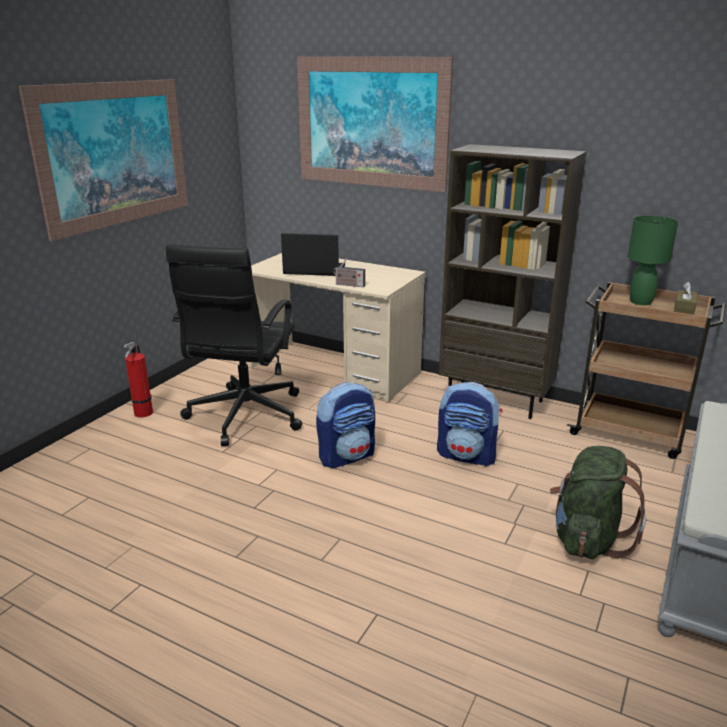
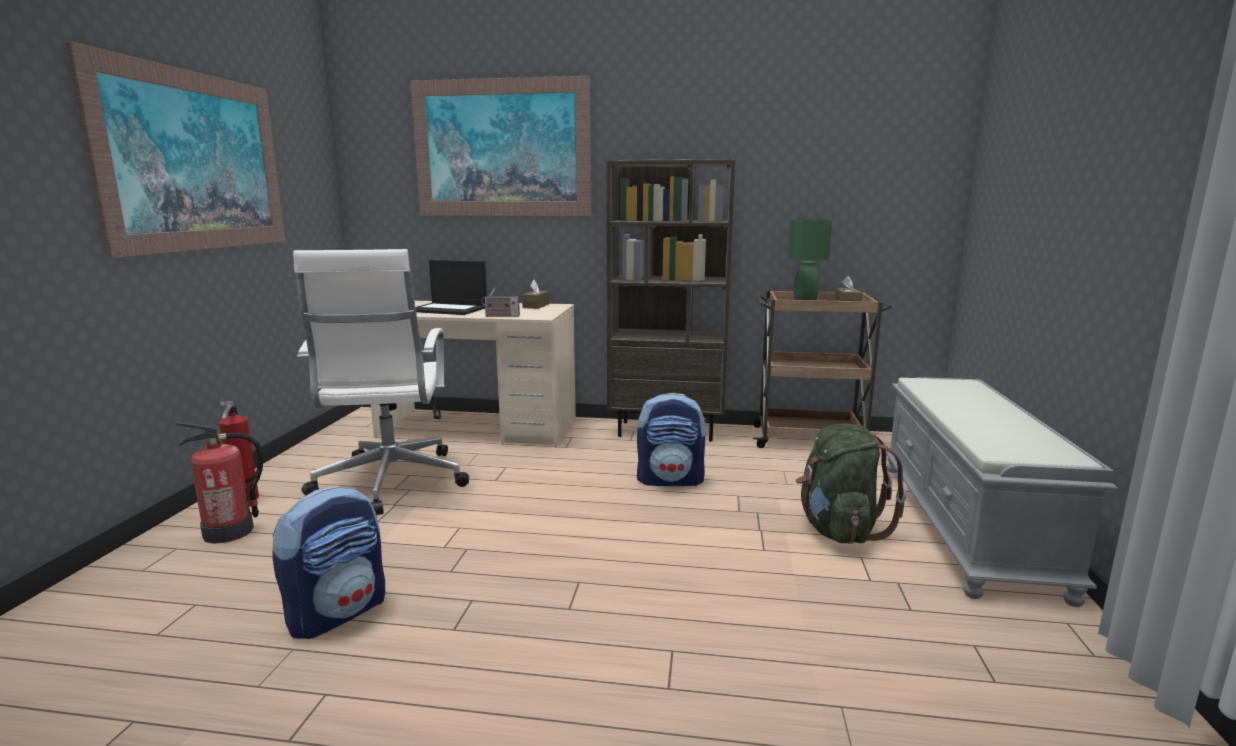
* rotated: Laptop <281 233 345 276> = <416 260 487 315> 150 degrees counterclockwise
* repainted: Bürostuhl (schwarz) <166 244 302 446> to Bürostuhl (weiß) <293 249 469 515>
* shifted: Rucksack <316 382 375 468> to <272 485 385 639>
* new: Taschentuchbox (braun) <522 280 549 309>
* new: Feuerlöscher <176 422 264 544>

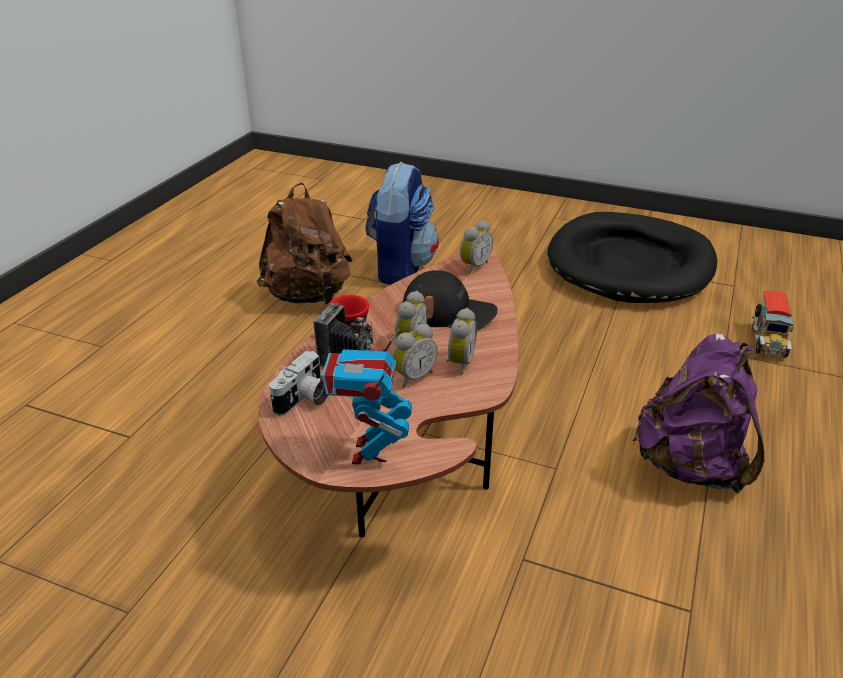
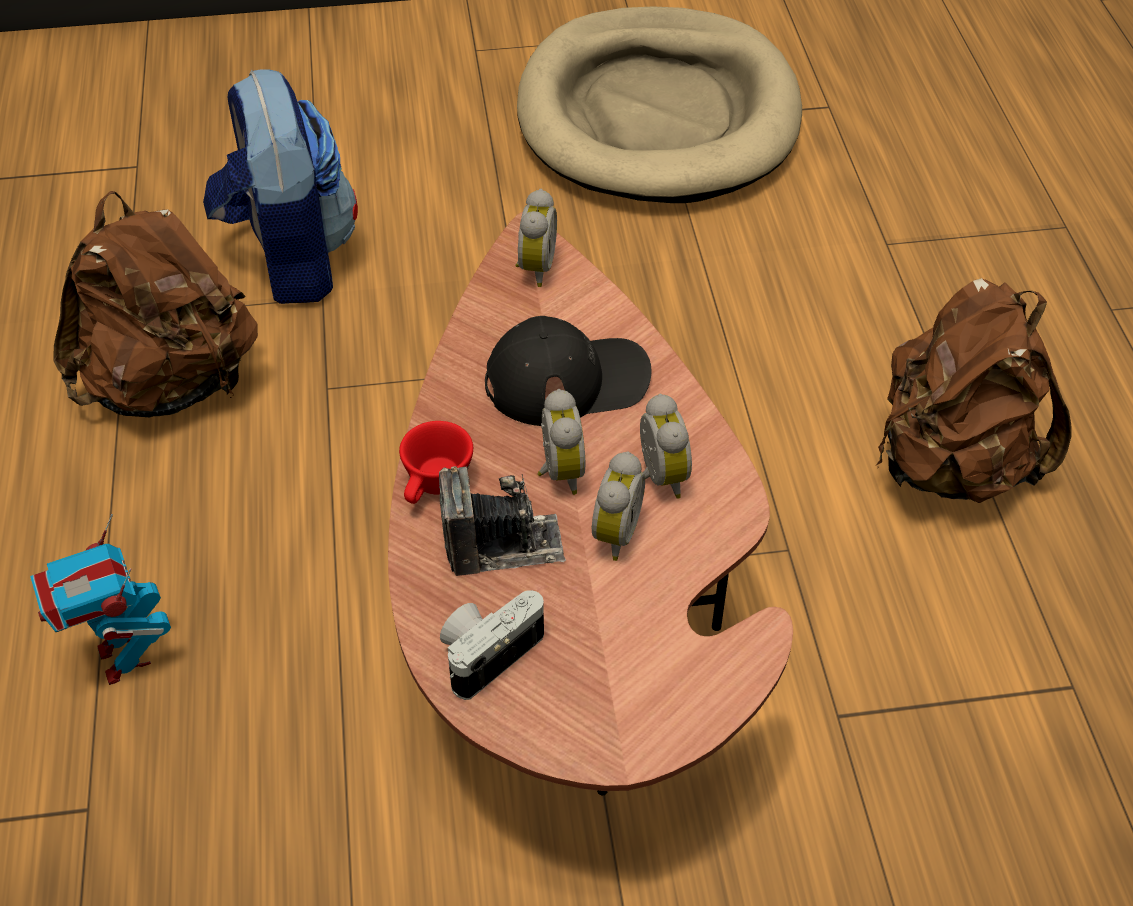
* repainted: Hundebett (schwarz) <547 212 717 303> to Hundebett (beige) <517 6 802 203>
* gone: Spielzeuglaster <751 290 794 358>
* shifted: Spielzeugroboter <320 329 412 464> to <30 514 171 685>
* repainted: Rucksack (lila) <633 334 764 493> to Rucksack (braun) <876 278 1072 503>
* rotated: Kamera <269 351 328 416> = <440 590 544 700> 135 degrees counterclockwise

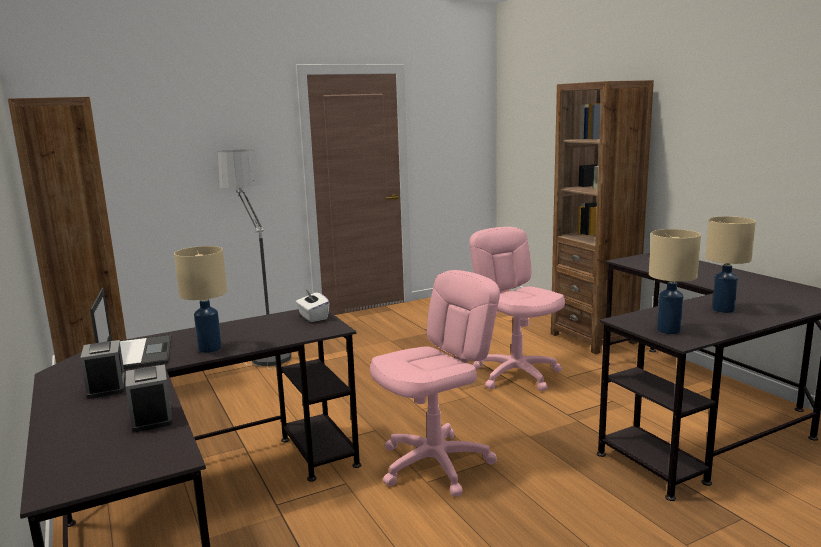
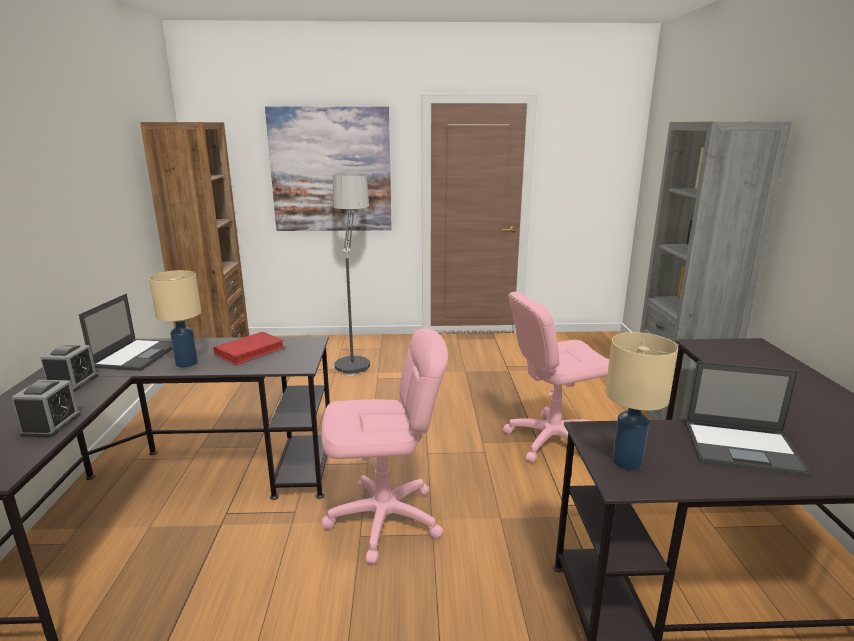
* repainted: Bücherregal (braun) <551 80 654 354> to Bücherregal (grau) <640 121 792 420>
* swapped: Tischlampe (beige) <705 216 756 313> to Laptop <685 361 810 477>
* rotated: Bürostuhl (rosa) <470 227 565 391> = <503 292 609 463> 105 degrees counterclockwise
* gone: Taschentuchbox (weiß) <296 290 330 322>
* new: Bild <265 106 392 231>
* new: Buch (rot) <214 332 286 365>

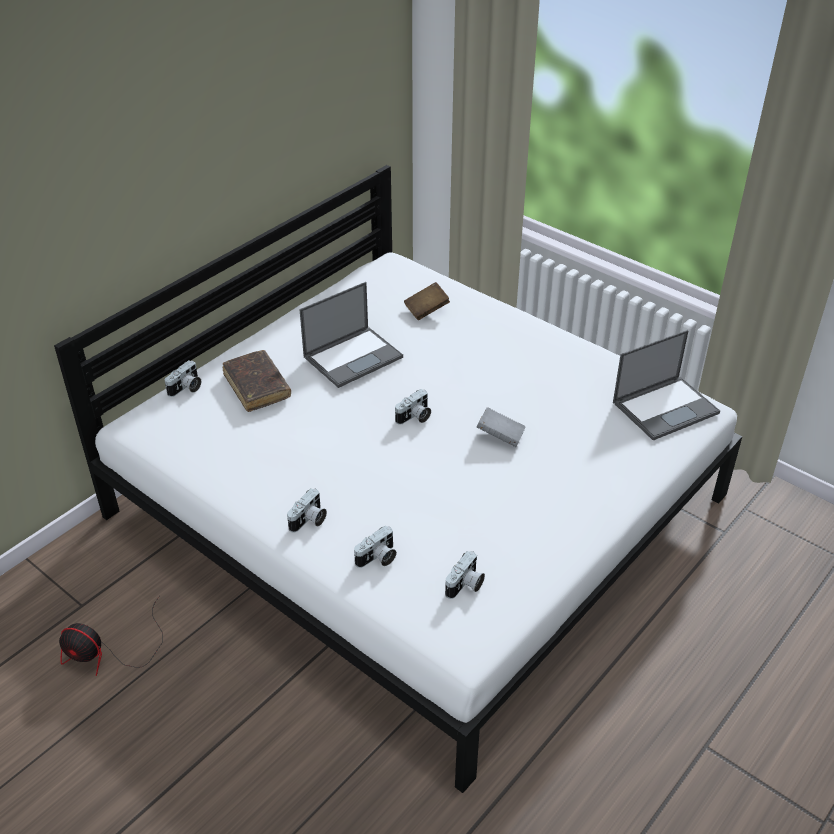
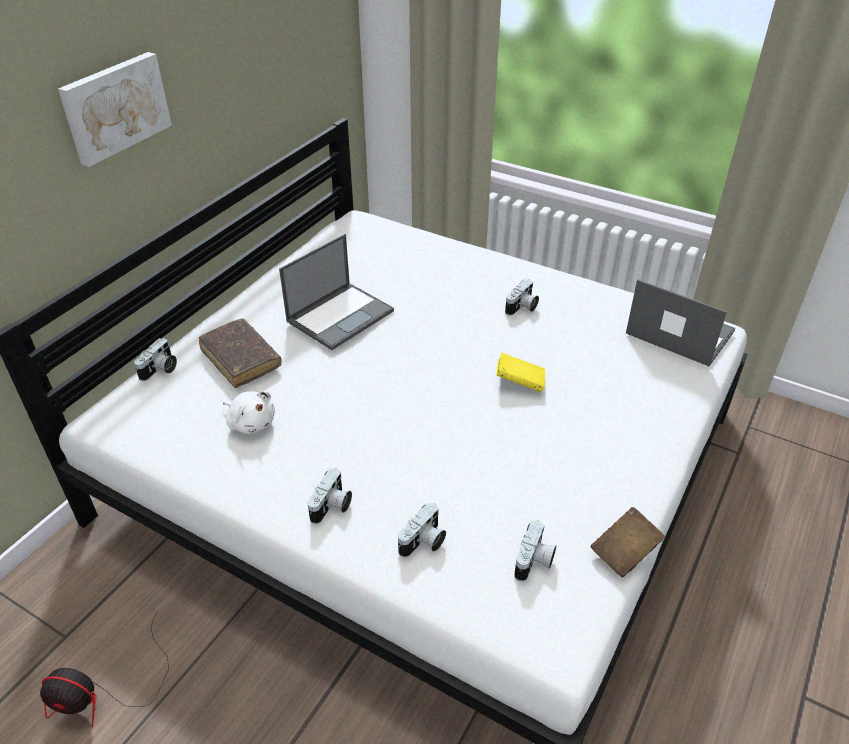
* shifted: Buch (braun) <404 282 450 320> to <591 507 665 578>
* rotated: Laptop <613 330 720 440> = <626 279 735 367> 105 degrees counterclockwise
* shifted: Kamera <395 389 431 425> to <505 279 539 316>
* repainted: Buch (grau) <477 407 526 447> to Buch (gelb) <496 353 545 392>
* new: Bild <58 52 172 167>
* new: Plüschtier (weiß) <223 390 275 434>

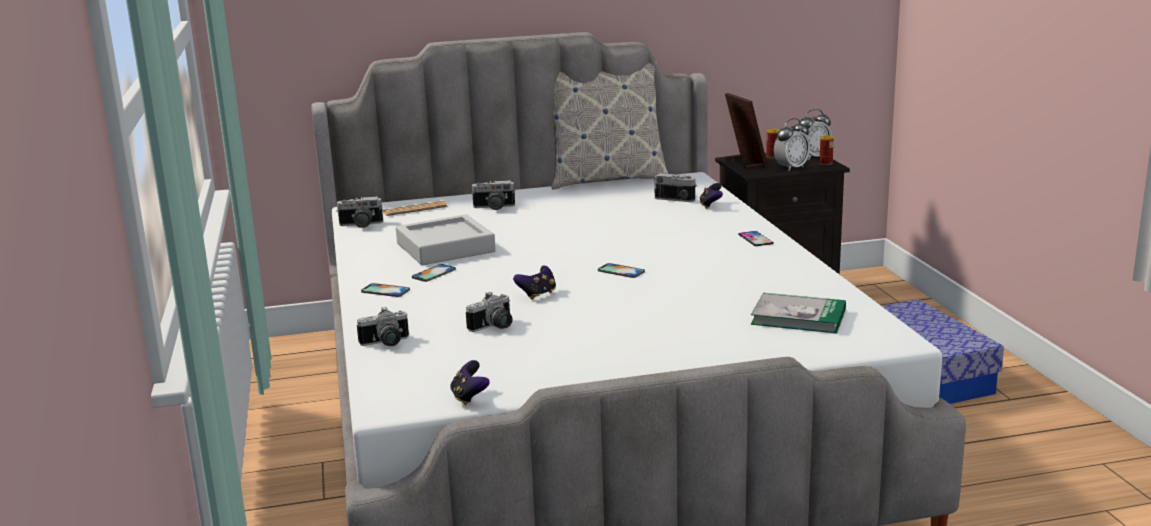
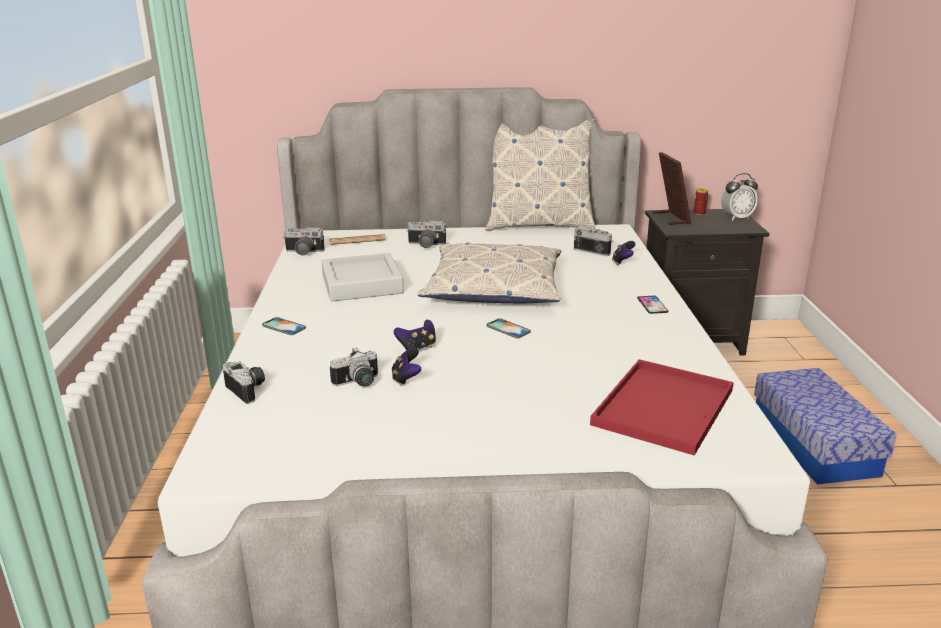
* gone: Wecker <774 118 810 171>
* gone: Dose <819 135 834 165>
* gone: Handy <412 264 456 282>
* swapped: Buch <751 293 846 333> to Tablett (rot) <590 359 734 456>
* rotated: Kamera <357 307 409 346> = <223 361 265 404> 120 degrees counterclockwise
* shifted: Gamepad <450 360 490 405> to <392 347 421 386>
* new: Kissen <417 242 561 303>

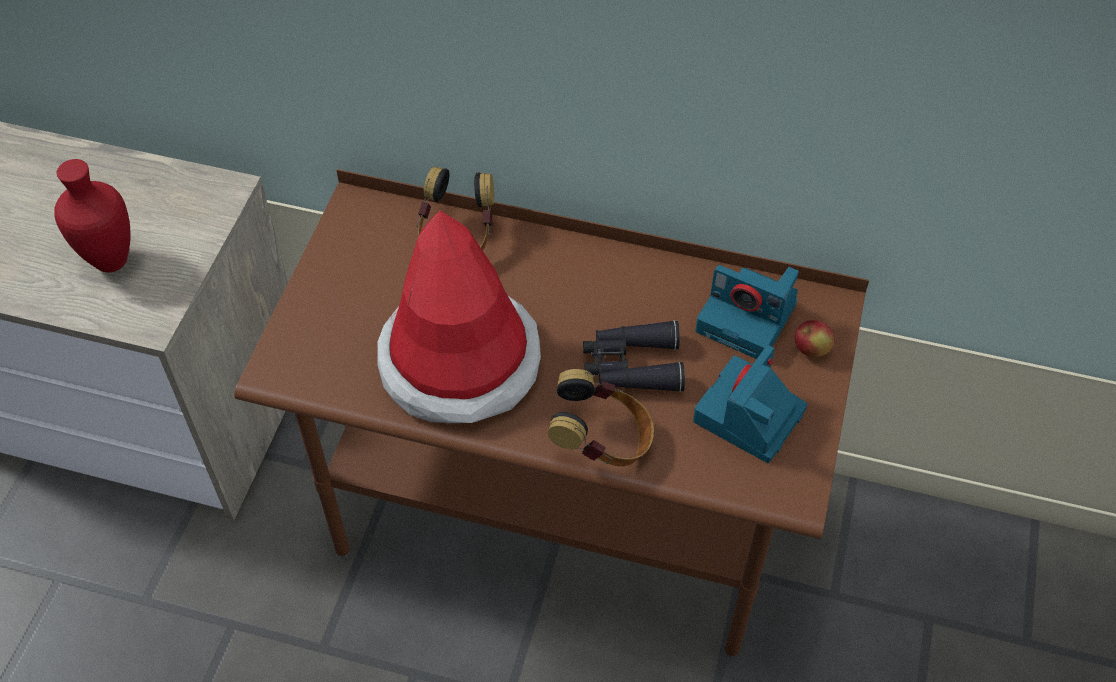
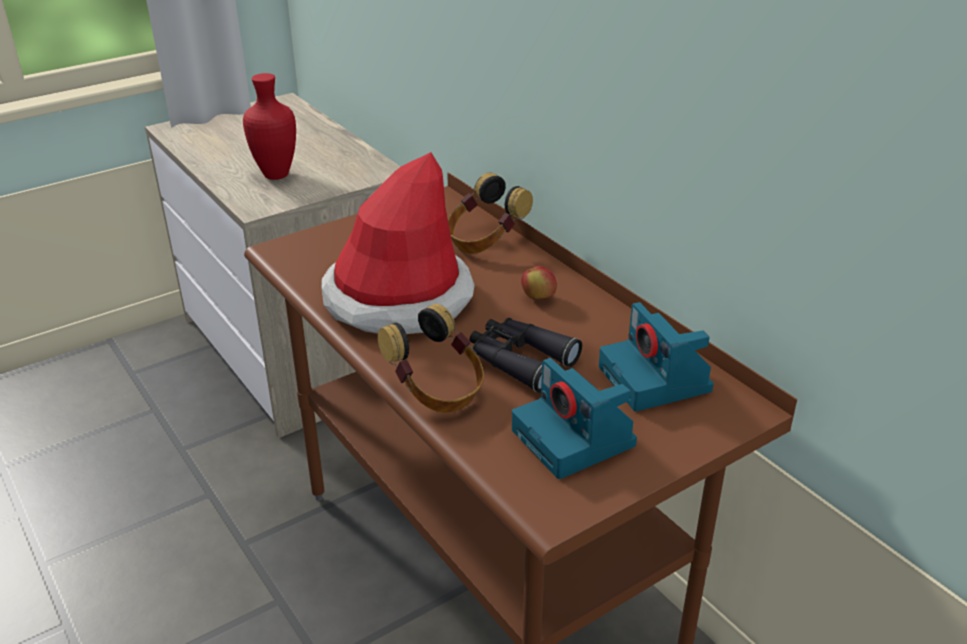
* shifted: Apfel <795 320 834 357> to <521 266 557 300>
* rotated: Kamera <693 345 807 463> = <512 358 637 479> 105 degrees counterclockwise

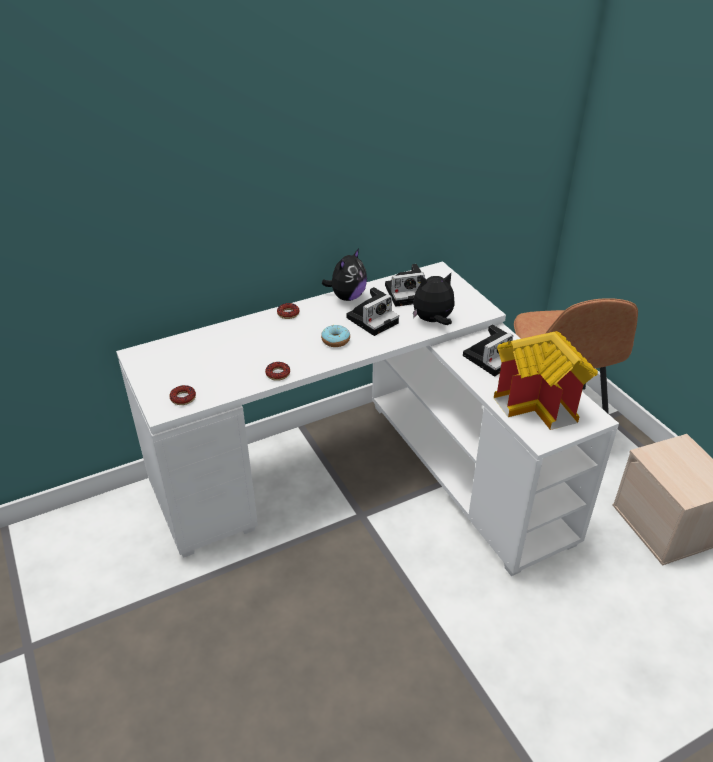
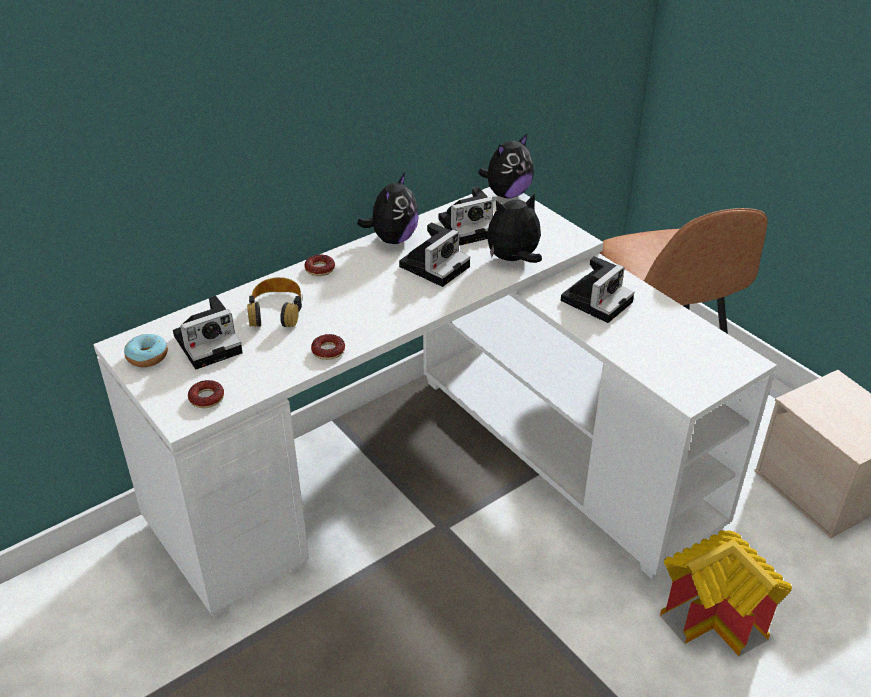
* shifted: Donut <321 325 350 347> to <124 334 168 367>
* shifted: Spielzeughaus <494 331 598 430> to <660 530 792 656>
* new: Plüschtier <478 133 534 198>
* new: Kopfhörer <247 277 303 327>
* new: Kamera <173 296 243 369>

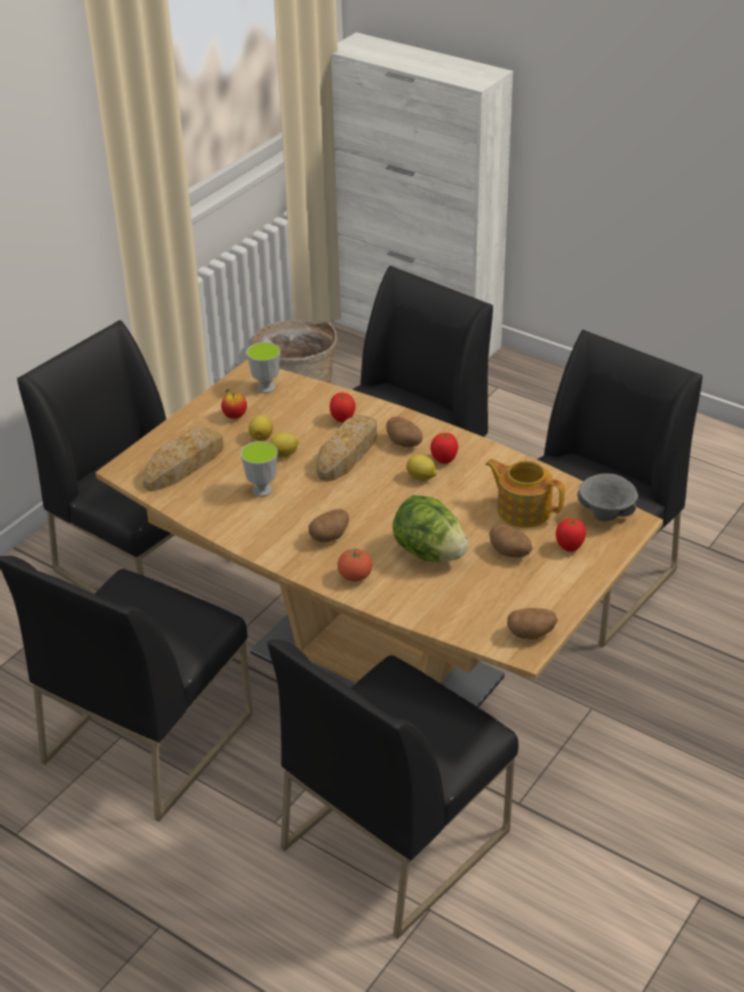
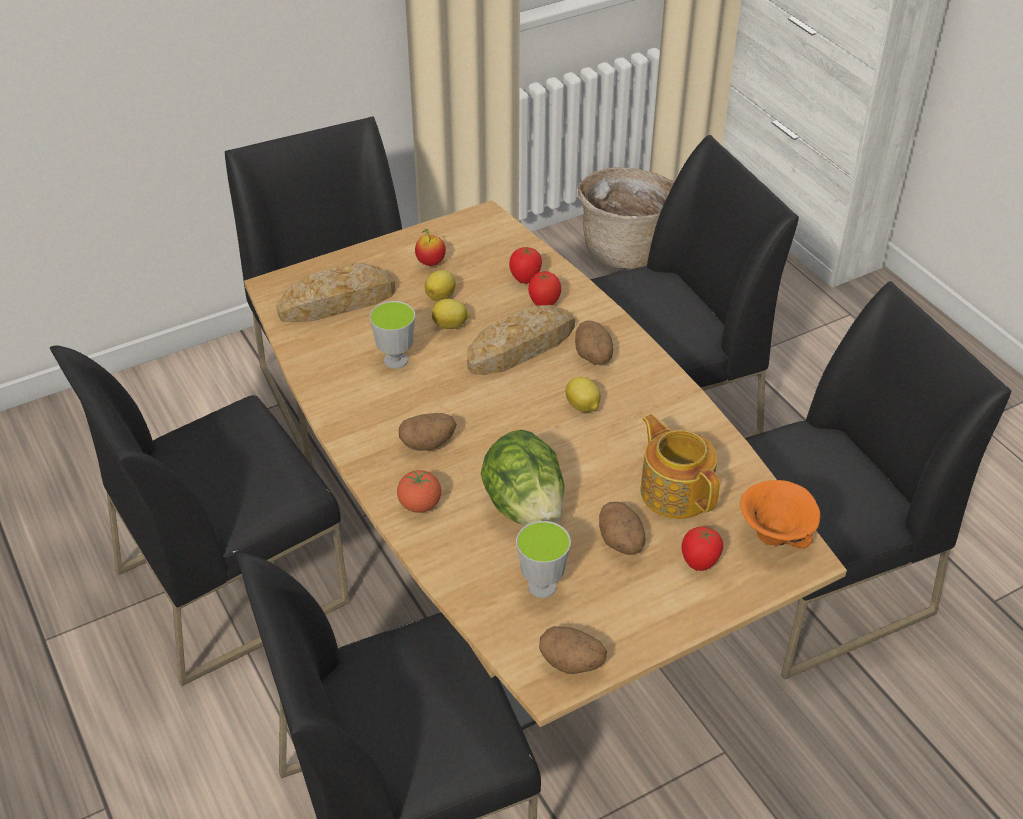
* shifted: Tasse <247 342 280 393> to <516 521 571 598>
* shifted: Tomate <430 433 458 464> to <509 247 542 284>
* repainted: Schüssel (grau) <577 474 638 521> to Schüssel (orange) <740 480 820 548>

